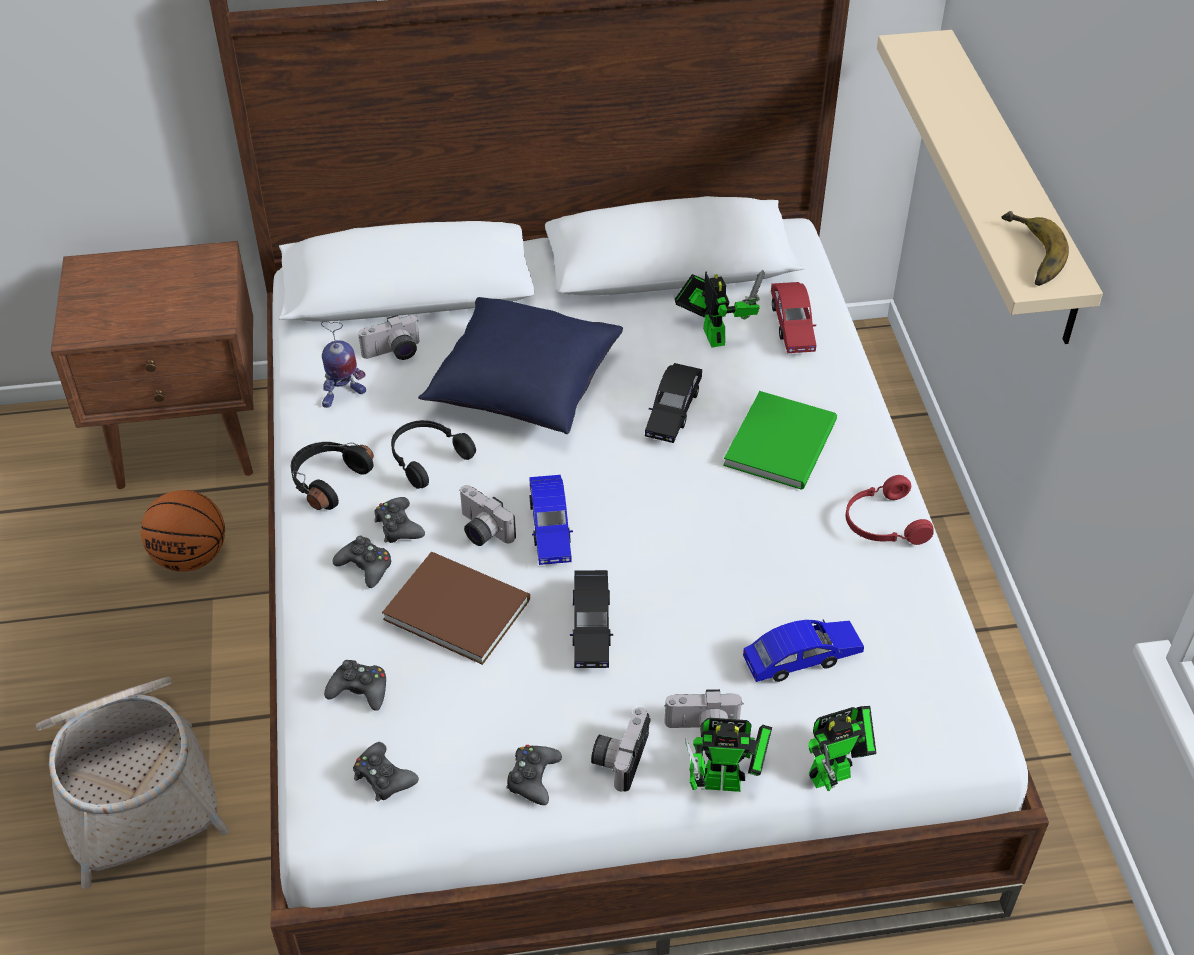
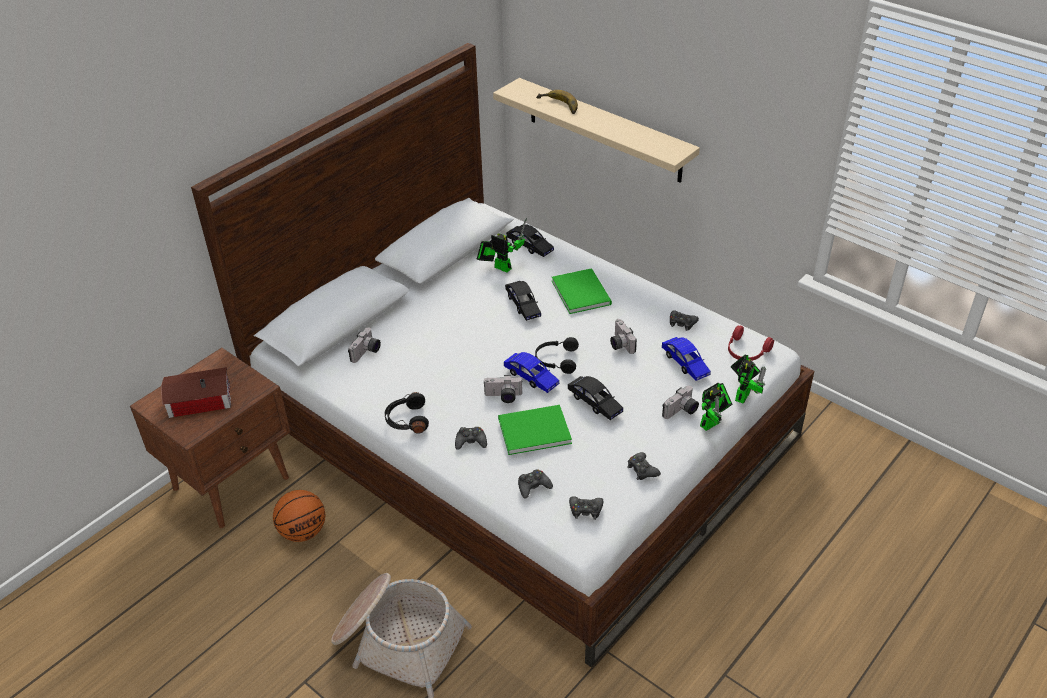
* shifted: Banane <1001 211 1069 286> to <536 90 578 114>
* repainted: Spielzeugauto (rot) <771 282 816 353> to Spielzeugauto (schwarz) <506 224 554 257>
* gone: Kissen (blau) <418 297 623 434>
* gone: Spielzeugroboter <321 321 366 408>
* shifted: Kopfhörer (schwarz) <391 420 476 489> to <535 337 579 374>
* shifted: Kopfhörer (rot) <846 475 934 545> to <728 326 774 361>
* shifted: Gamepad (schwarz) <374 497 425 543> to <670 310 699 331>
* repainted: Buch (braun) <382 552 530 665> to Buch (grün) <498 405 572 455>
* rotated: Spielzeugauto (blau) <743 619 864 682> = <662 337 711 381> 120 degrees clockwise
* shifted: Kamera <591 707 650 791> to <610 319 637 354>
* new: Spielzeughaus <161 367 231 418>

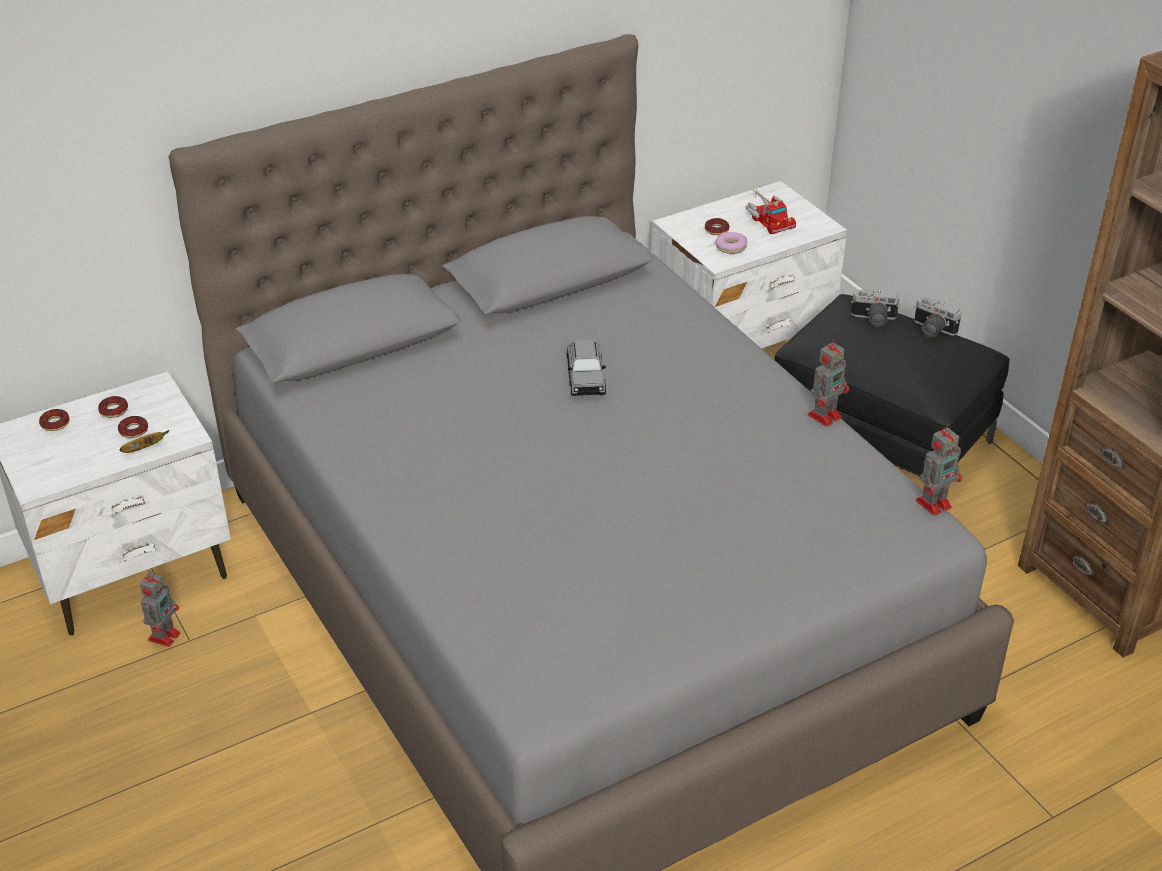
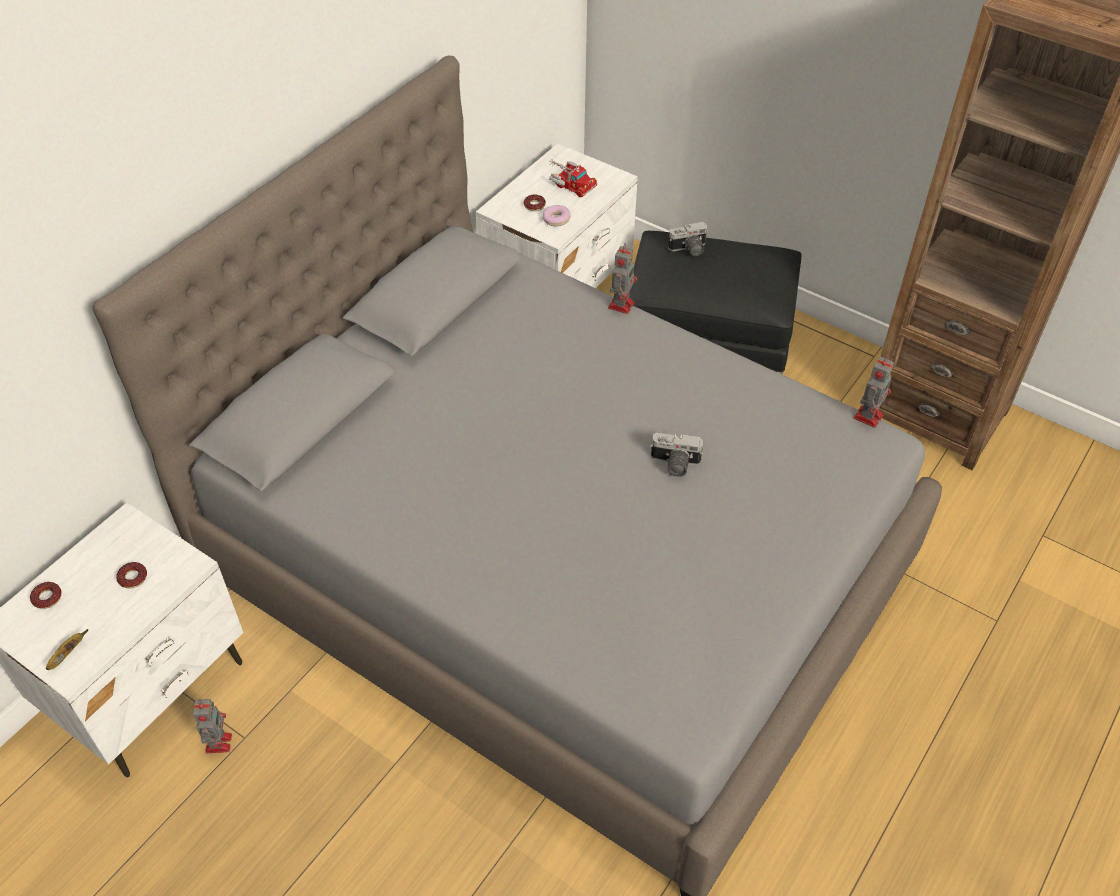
* shifted: Kamera <914 297 962 337> to <650 433 703 477>
* shifted: Spielzeugroboter <808 338 849 427> to <608 243 637 314>
* gone: Spielzeugauto (grau) <566 340 606 396>
* gone: Donut <98 396 128 418>
* shifted: Banane <119 430 169 453> to <46 629 88 670>

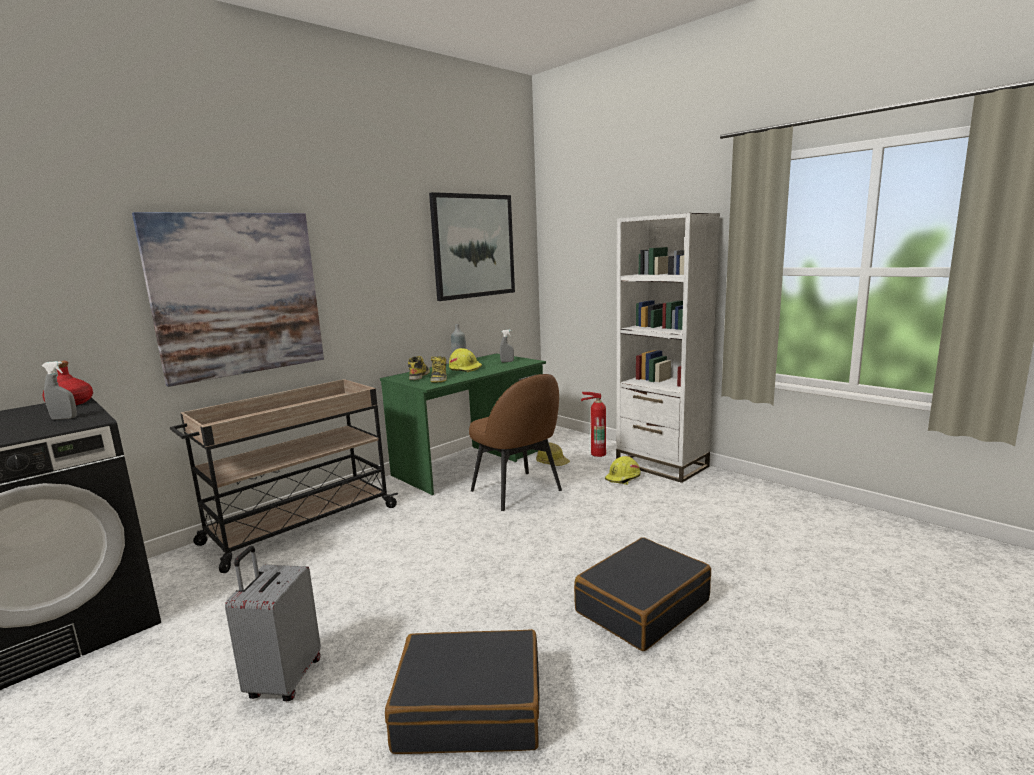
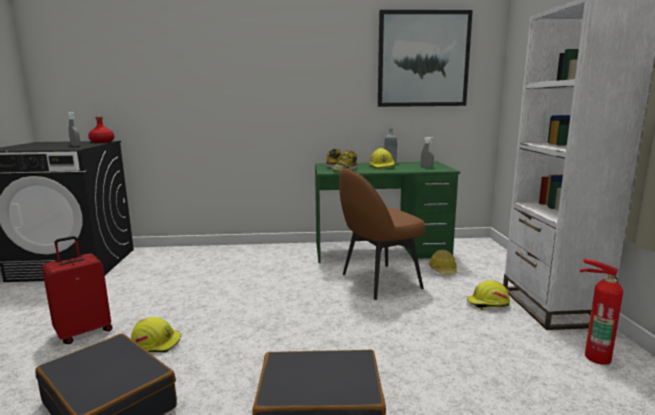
* gone: Bild <132 212 324 387>
* rotated: Stuhl (braun) <469 374 562 511> = <339 168 425 300> 60 degrees clockwise
* gone: Rollwagen (beige) <170 379 398 573>
* shifted: Feuerlöscher <581 392 606 457> to <580 258 623 365>
* repainted: Koffer (grau) <225 546 321 701> to Koffer (rot) <42 236 113 344>
* new: Schutzhelm (gelb) <131 317 181 353>

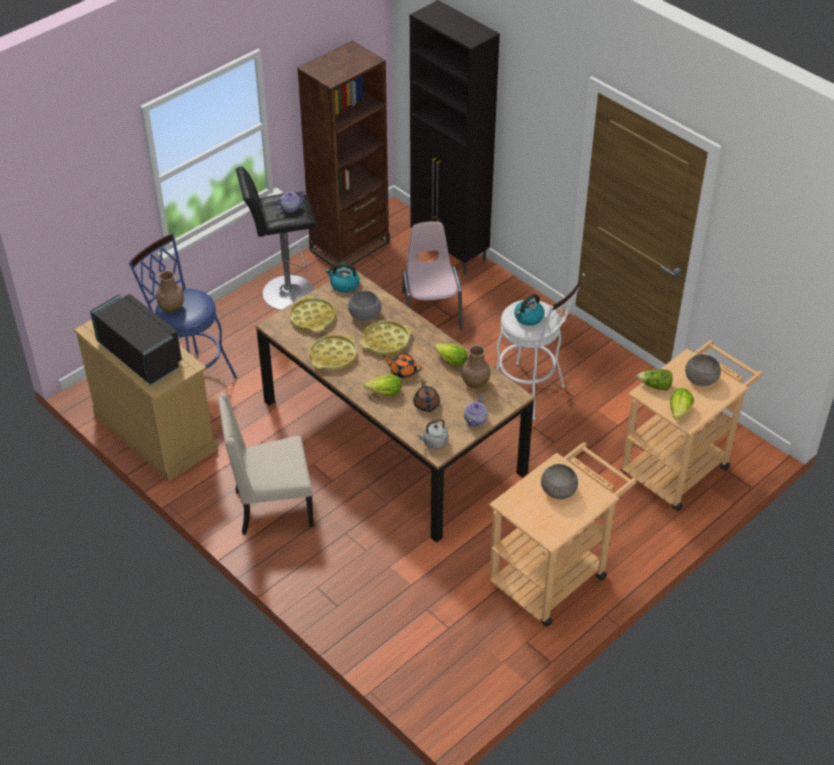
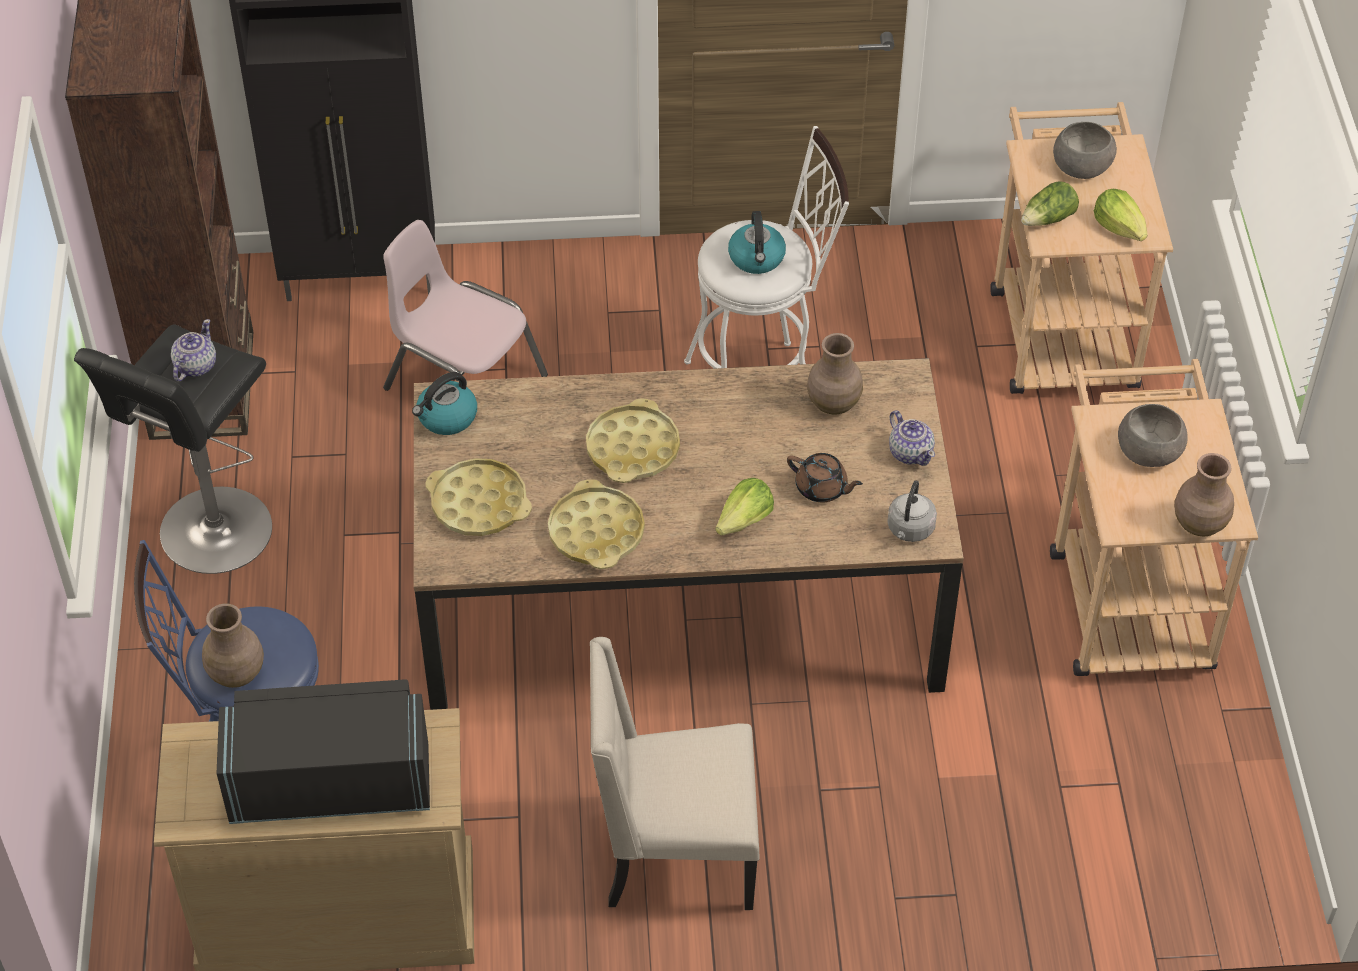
* gone: Schüssel (grau) <348 291 381 321>
* gone: Salatkopf <434 343 467 366>
* gone: Teekanne (orange) <383 354 422 378>
* rotated: Stuhl (beige) <217 393 314 535> = <590 637 759 910> 60 degrees clockwise
* new: Vase (braun) <1174 453 1234 536>

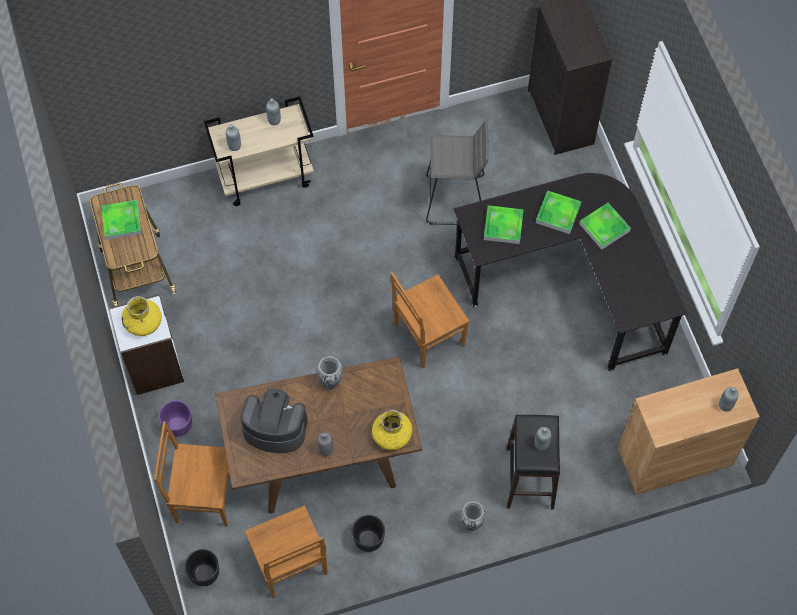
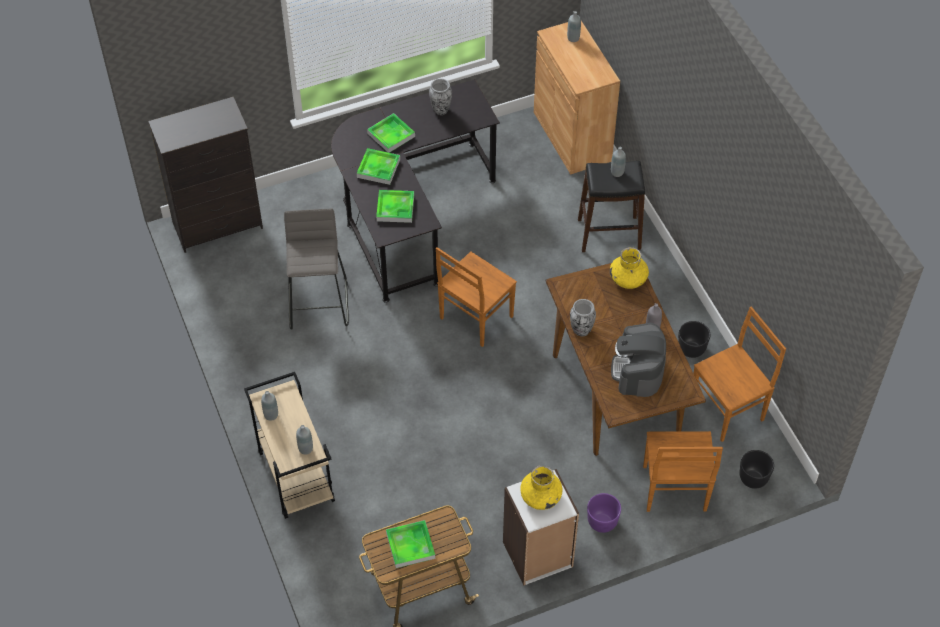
* rotated: Stuhl (braun) <391 272 469 368> = <436 247 517 347> 75 degrees clockwise
* shifted: Vase <460 501 486 531> to <429 78 452 115>

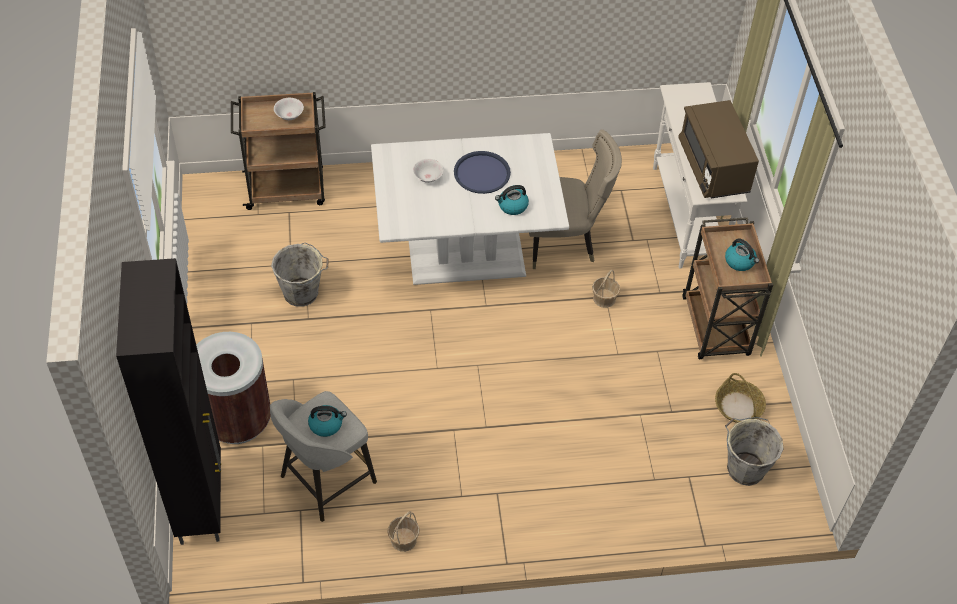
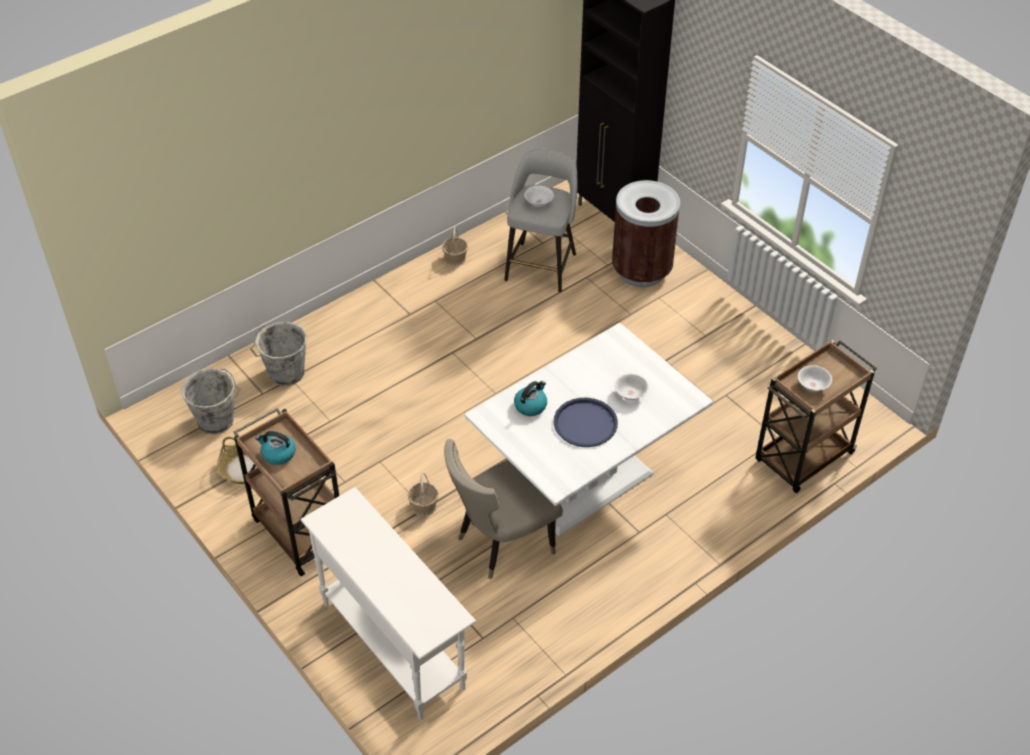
* gone: Mikrowelle (braun) <678 100 759 198>
* shifted: Eimer (grau) <271 243 329 307> to <250 322 307 386>
* swapped: Wasserkessel <308 405 347 437> to Schüssel (weiß) <524 186 554 207>

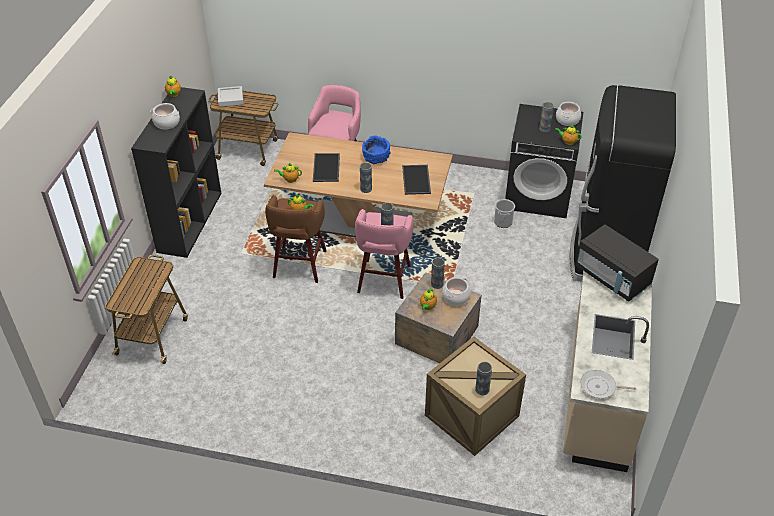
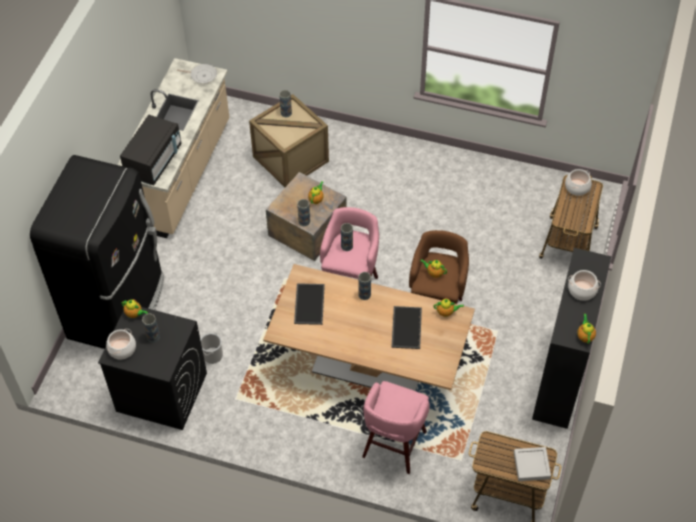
* gone: Schüssel (blau) <362 135 391 164>
* rotated: Mikrowelle (schwarz) <576 224 659 302> = <120 115 182 185> 60 degrees clockwise
* shifted: Kochtopf <442 277 470 306> to <565 169 592 196>

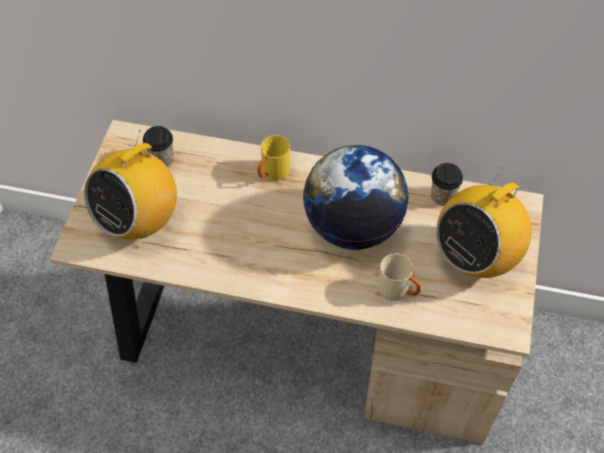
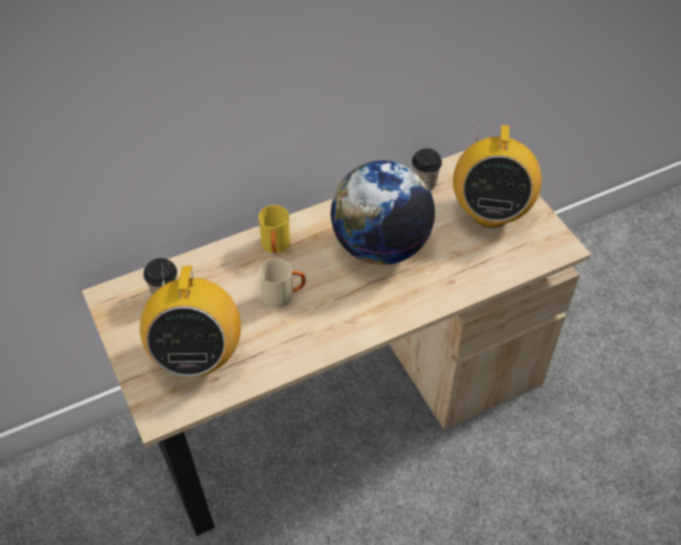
* shifted: Henkelbecher (beige) <378 253 421 301> to <259 259 306 308>

